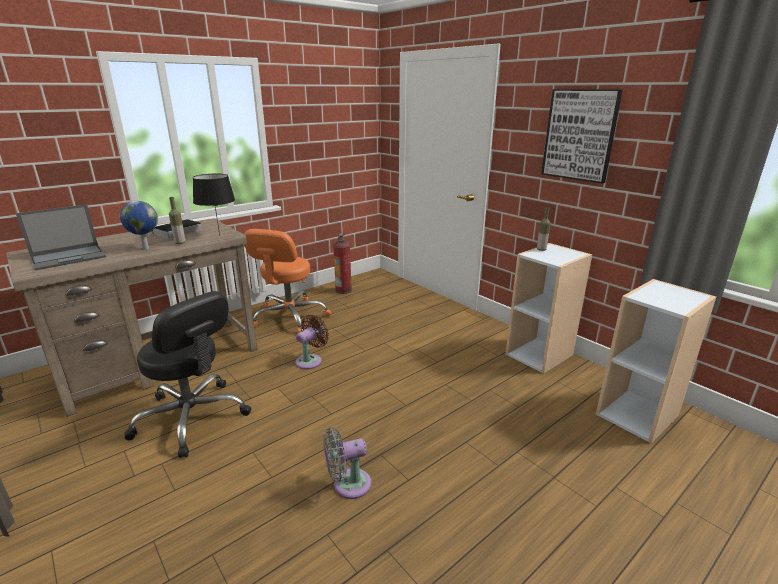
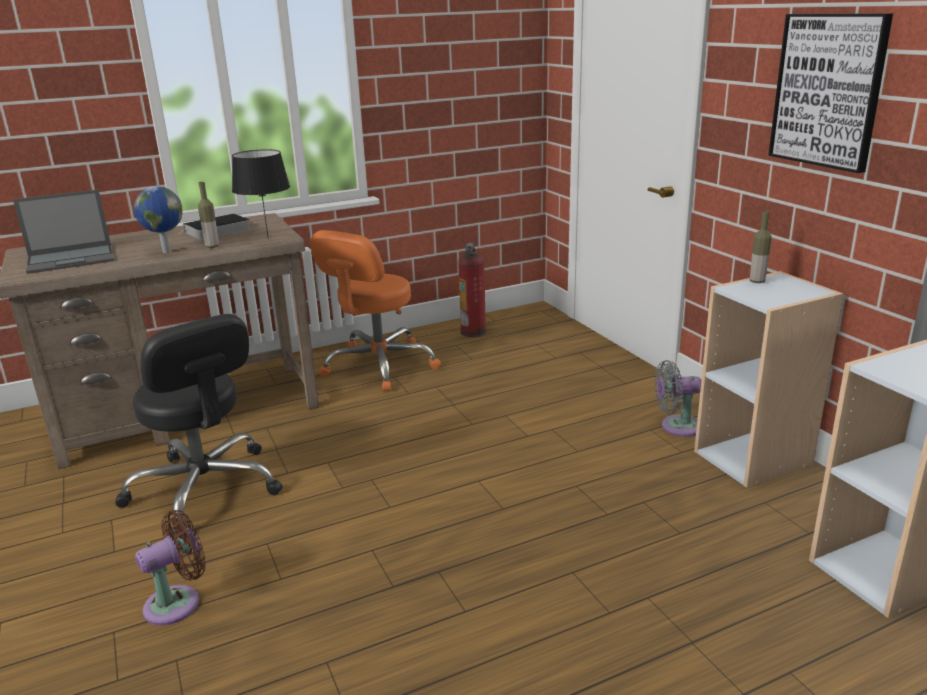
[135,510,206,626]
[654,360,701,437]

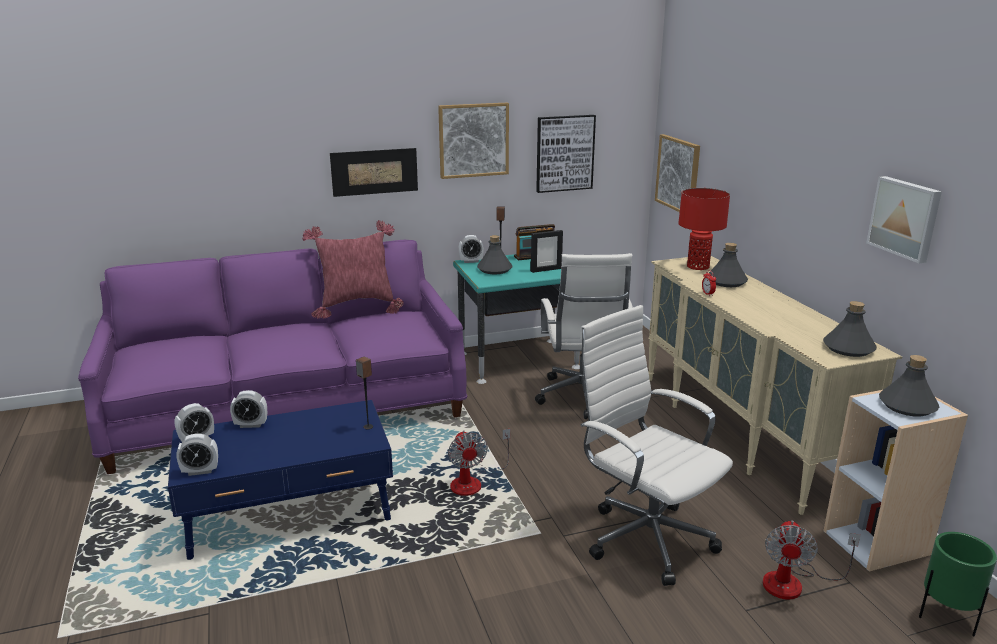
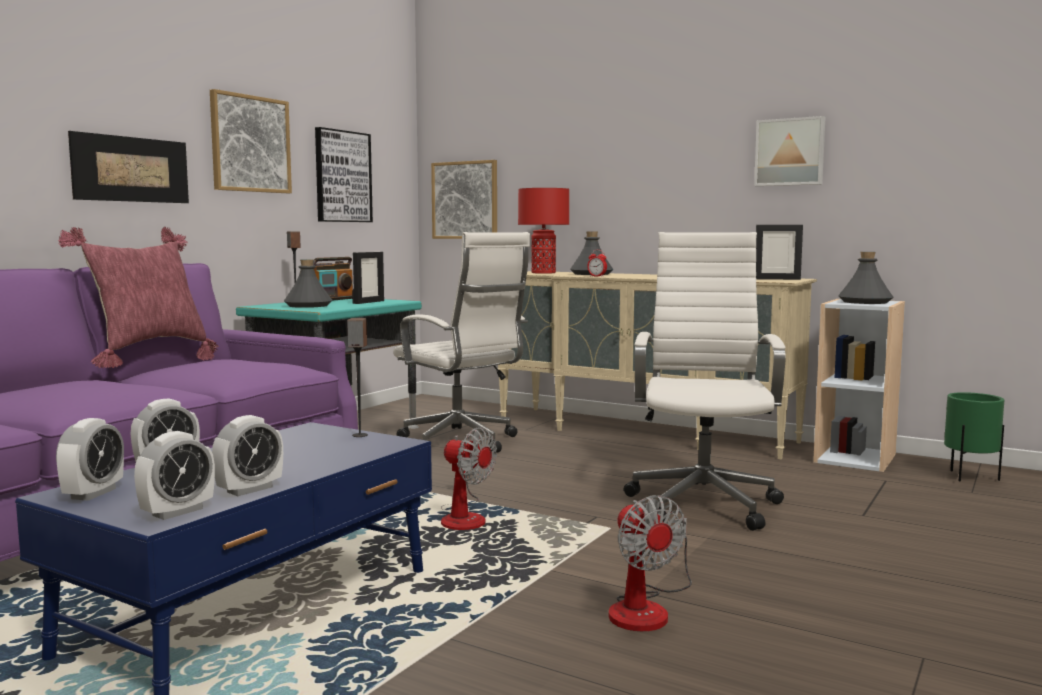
[212,415,283,496]
[609,495,692,631]
[756,225,803,280]
[623,232,786,531]

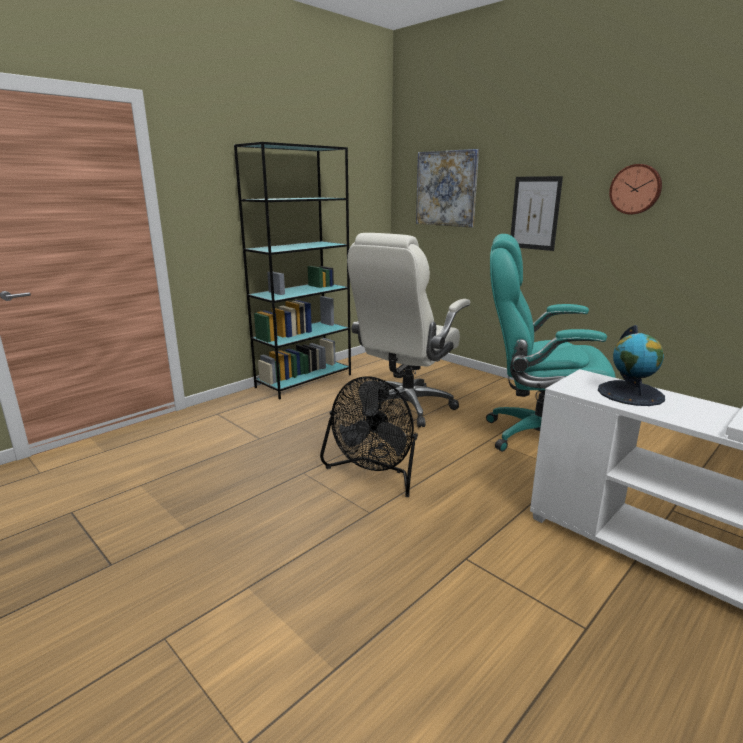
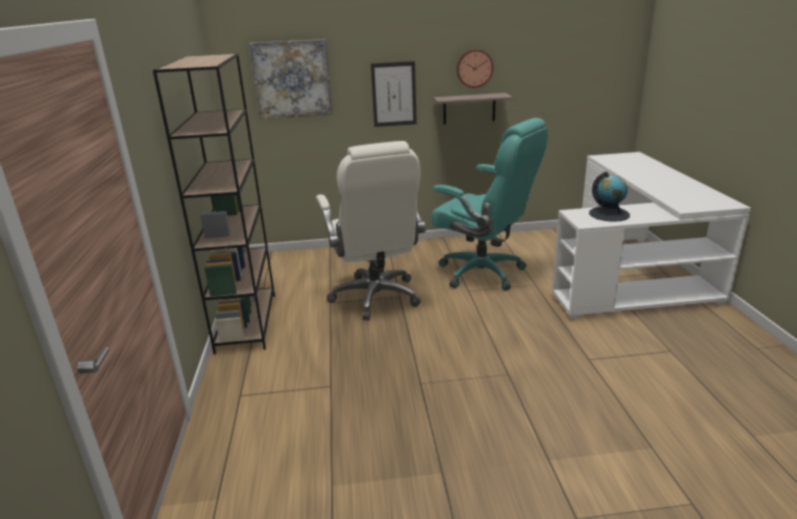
[320,376,418,497] (first image)
[433,93,512,124]
[153,53,275,355]
[431,118,548,291]

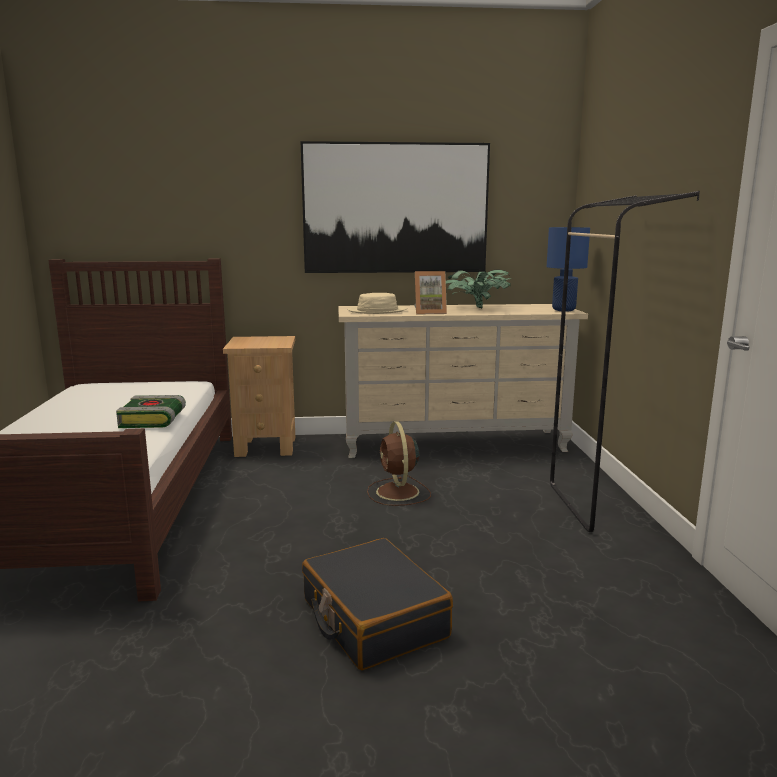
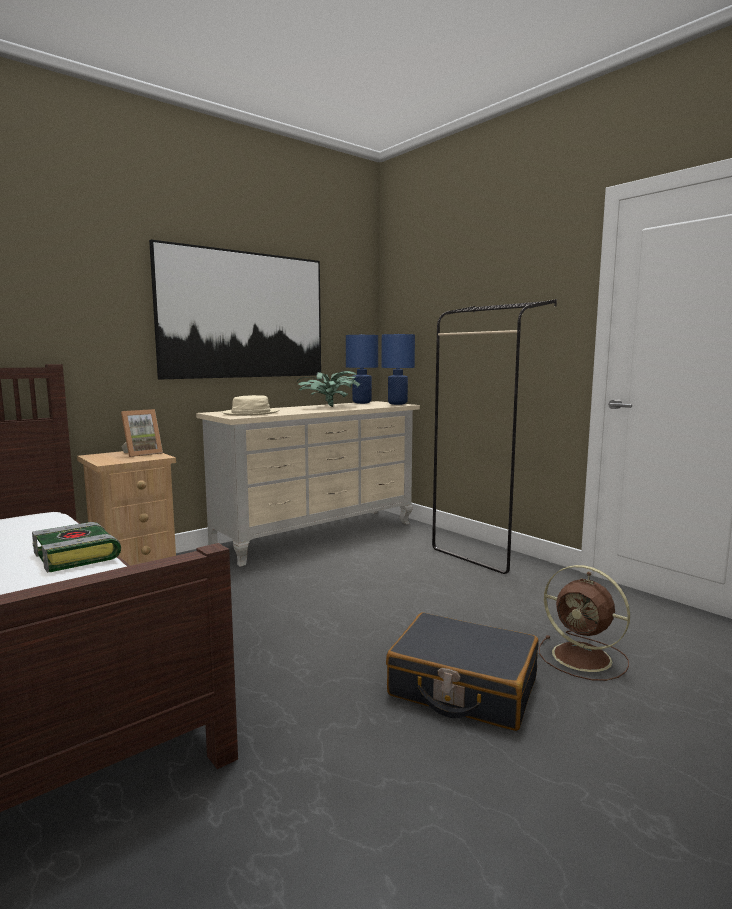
[346,334,378,404]
[539,565,630,681]
[121,409,163,457]

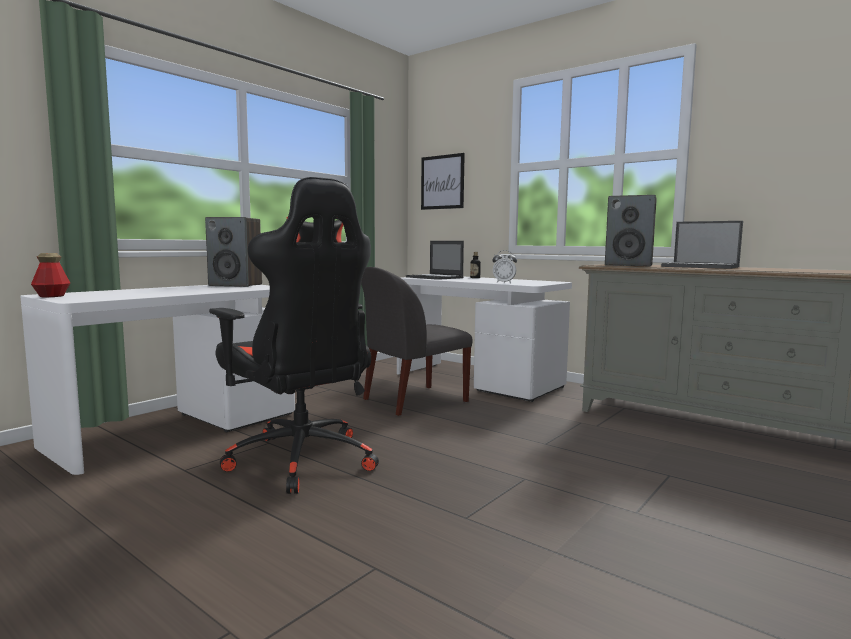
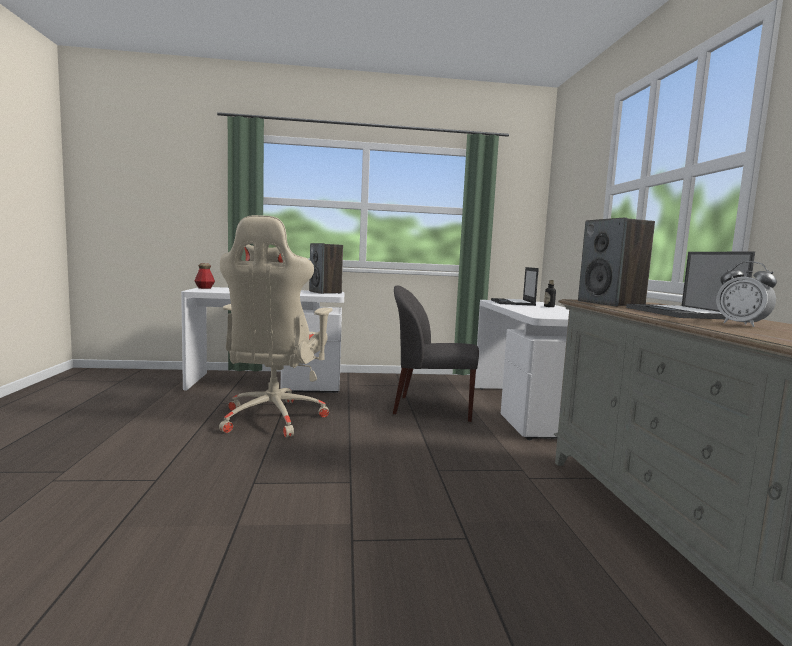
[421,153,465,210] (first image)
[716,261,777,327]
[219,215,333,437]

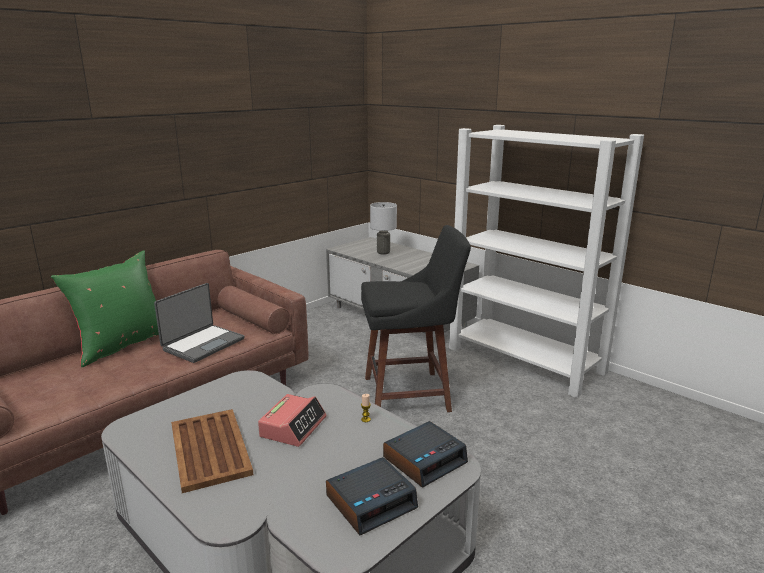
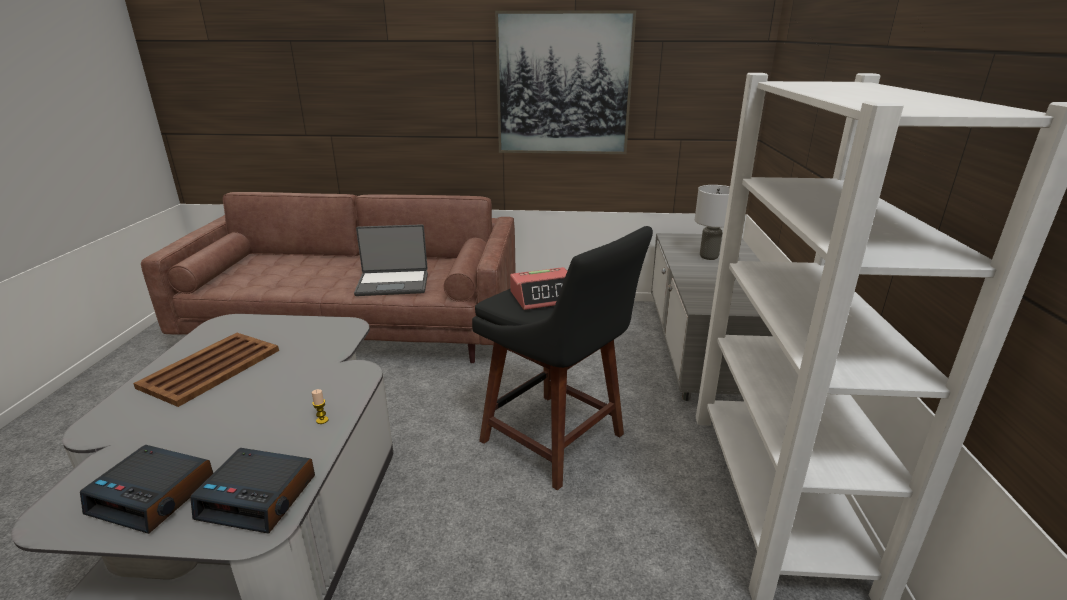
[51,250,159,367] (first image)
[495,10,636,154]
[510,267,567,310]

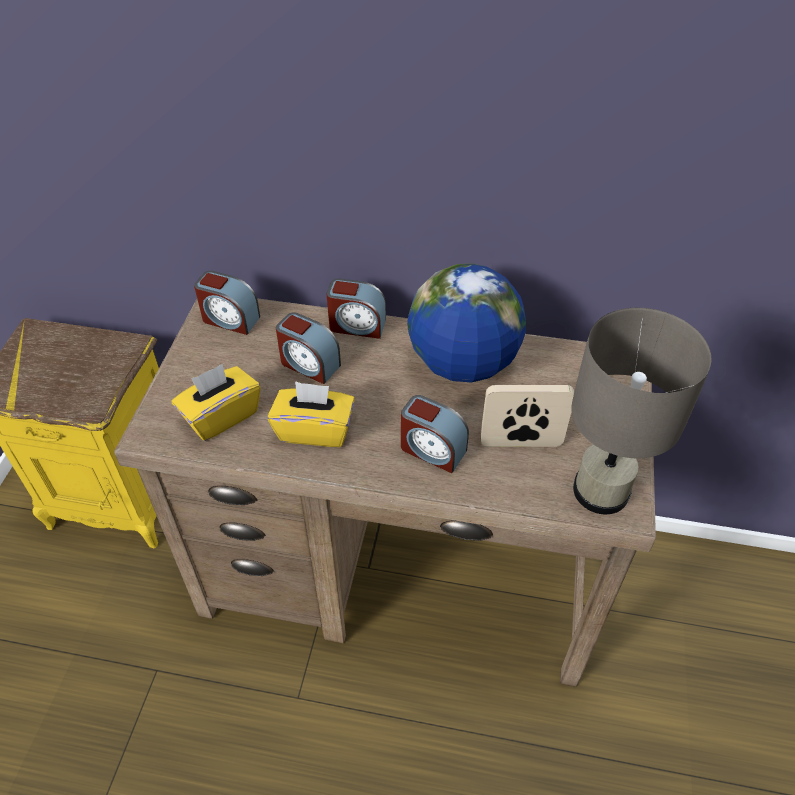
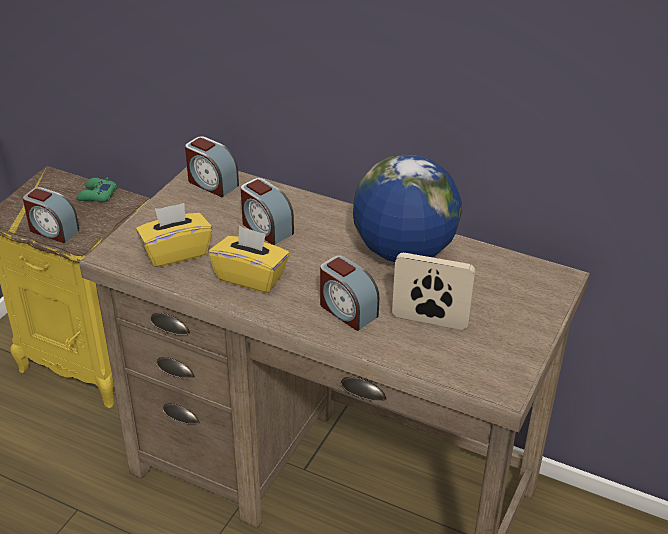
[571,308,712,514] (first image)
[77,177,117,202]
[23,187,79,243]

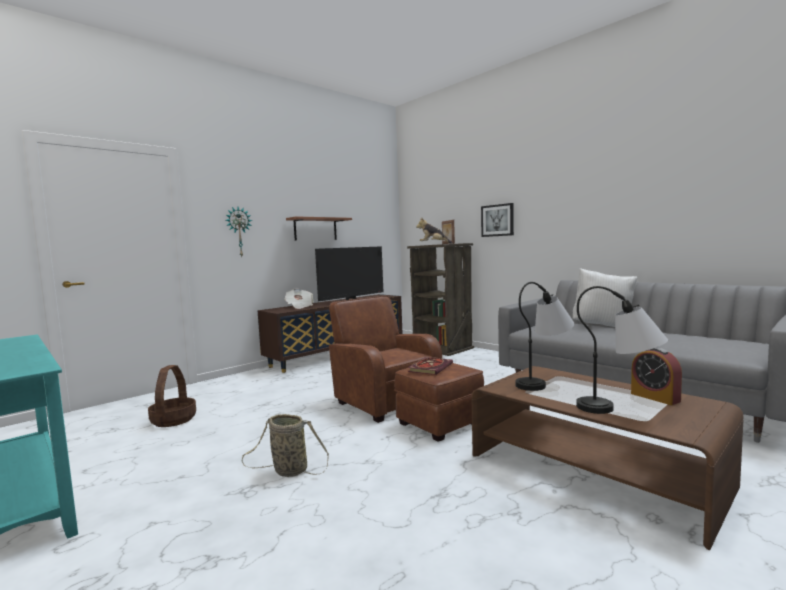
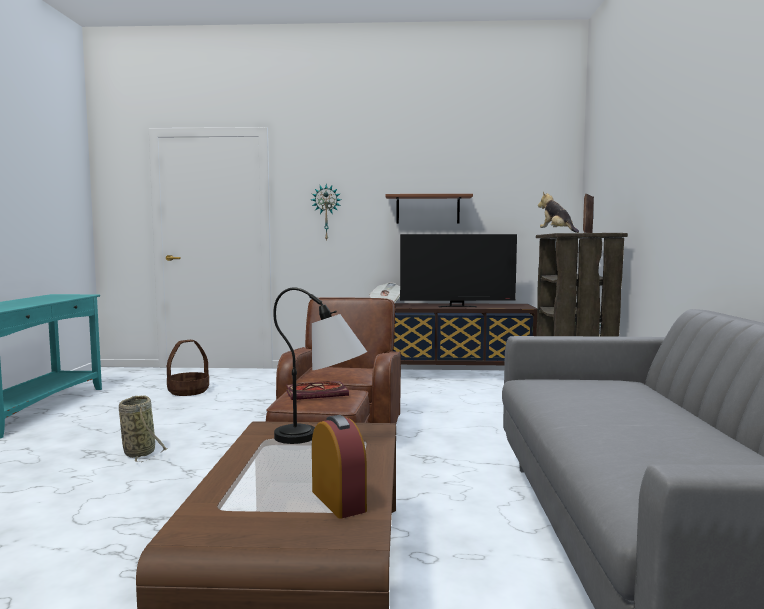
[481,203,514,237] (first image)
[573,268,637,327] (first image)
[576,286,668,414] (first image)
[312,415,367,519]

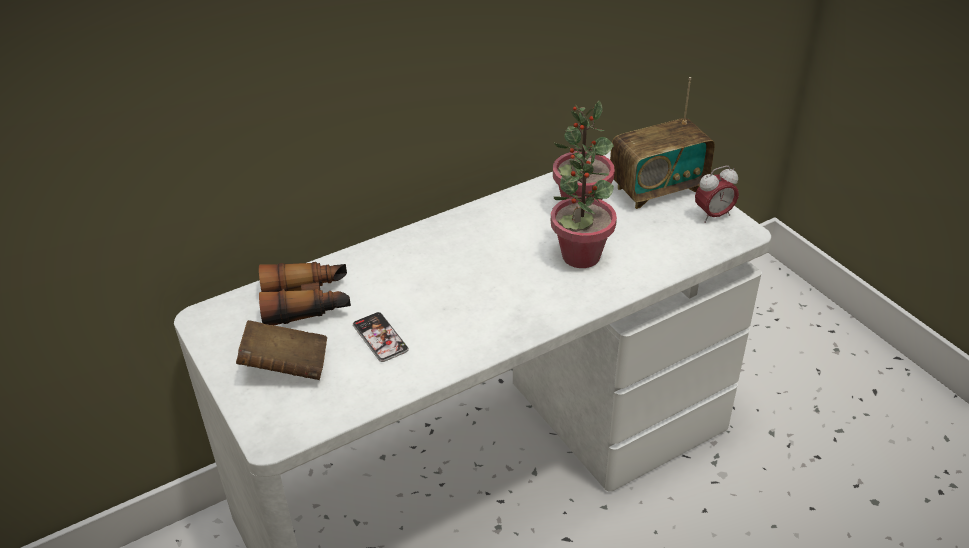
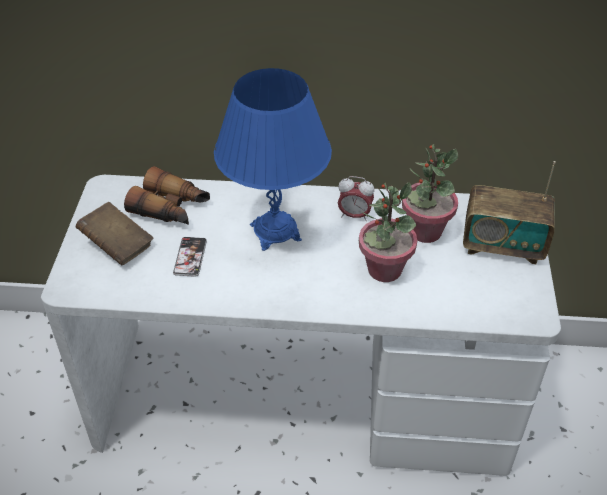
[214,68,332,251]
[338,176,374,221]

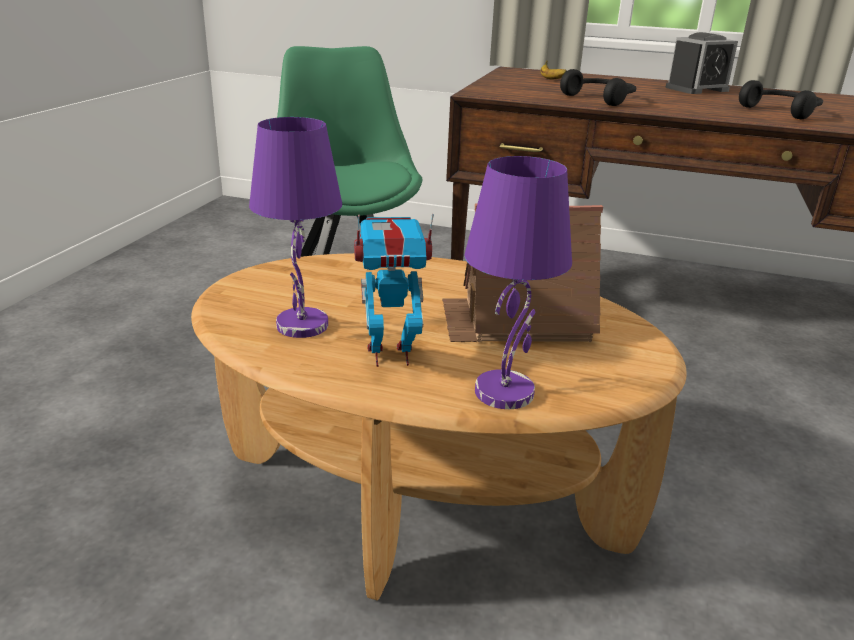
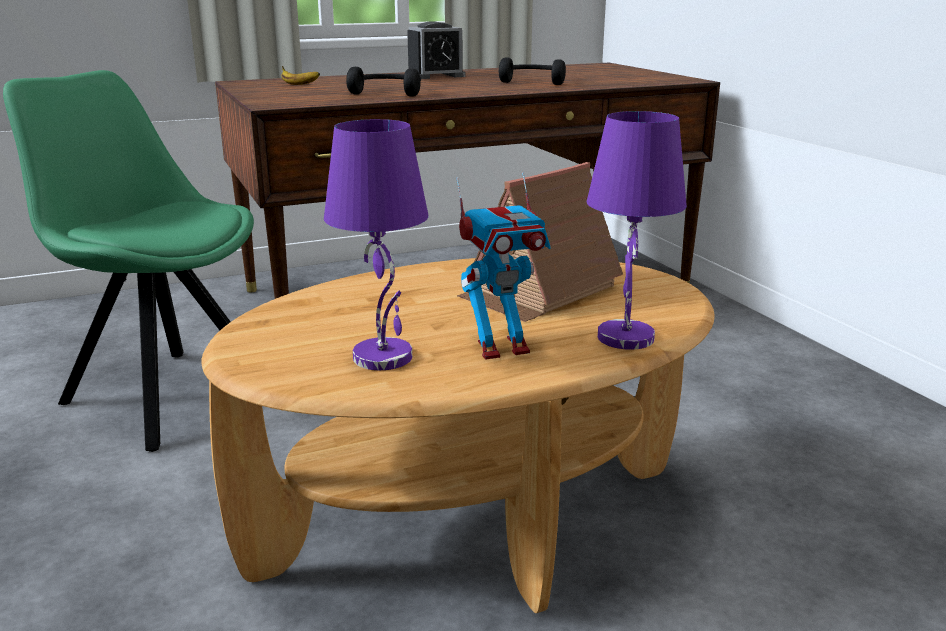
[457,172,551,360]
[407,21,466,79]

